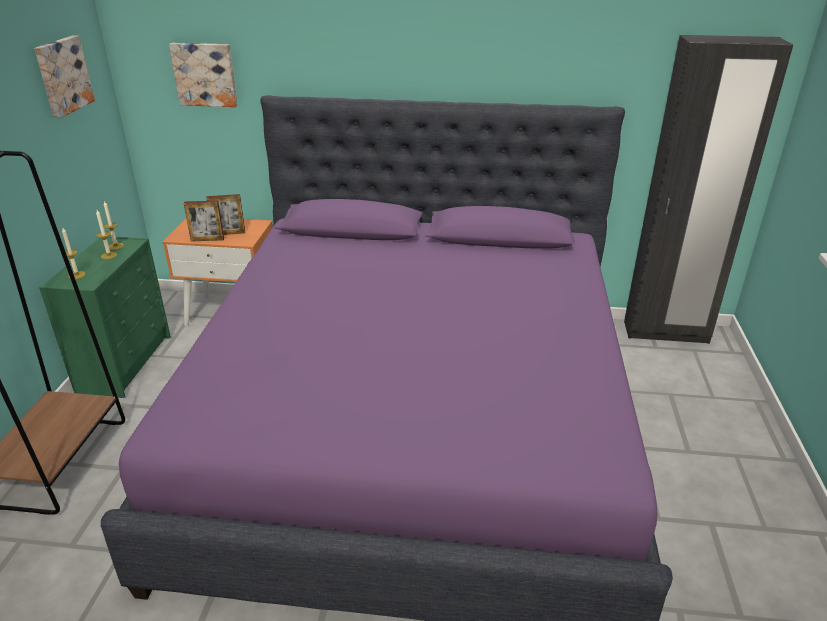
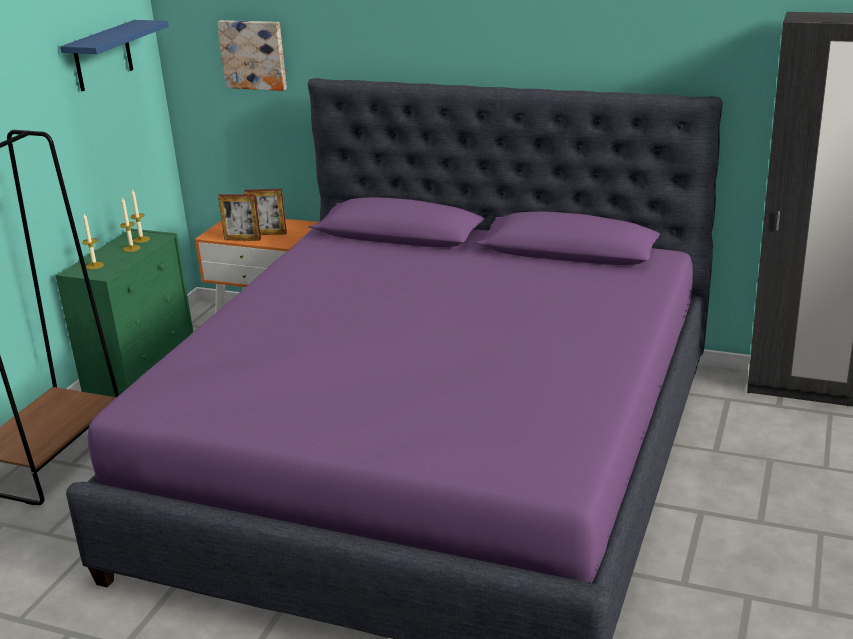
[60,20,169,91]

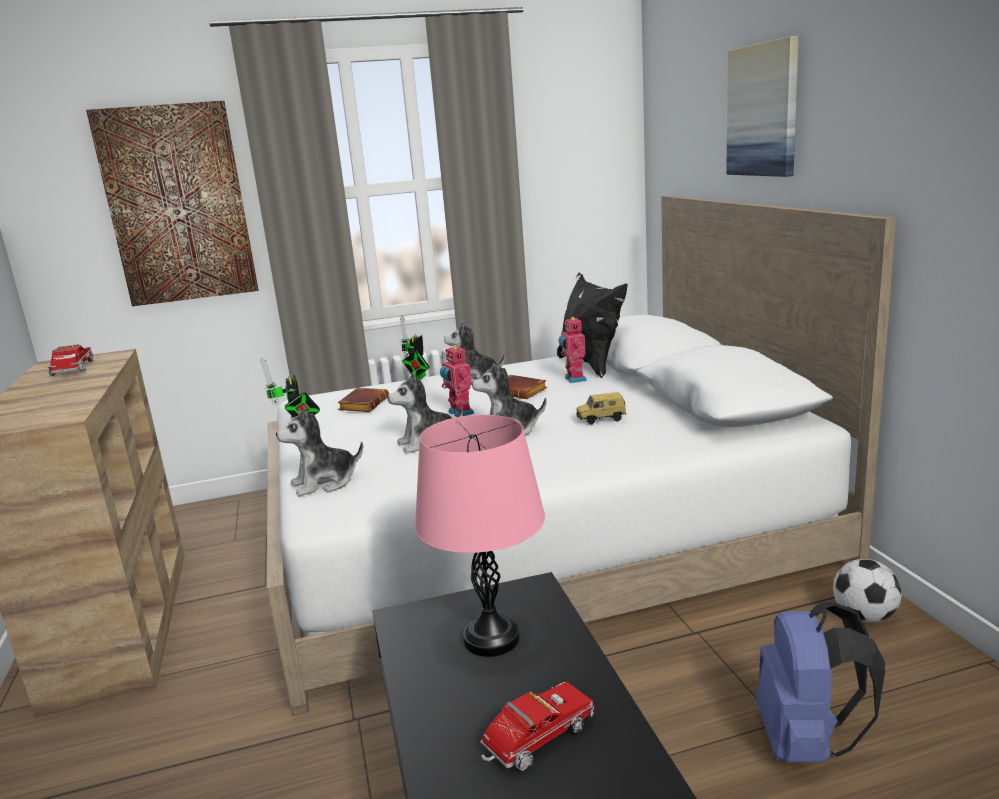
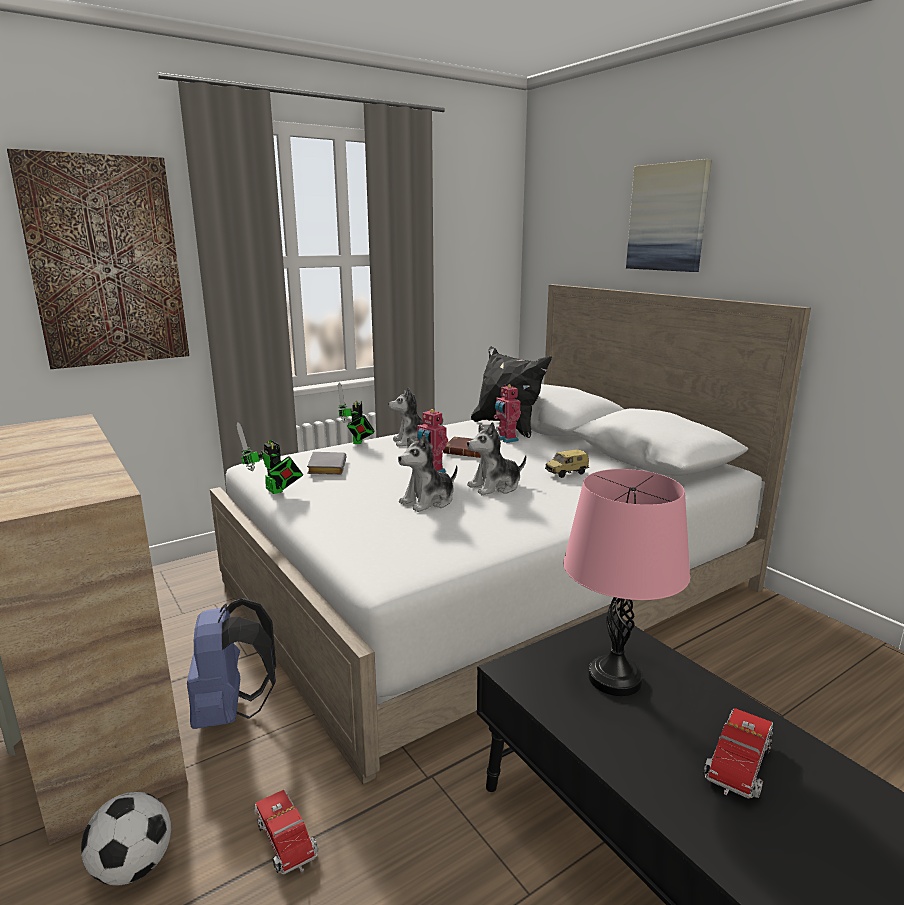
[276,406,363,496] (first image)
[254,790,318,874]
[187,598,276,729]
[81,792,171,886]
[307,452,346,475]

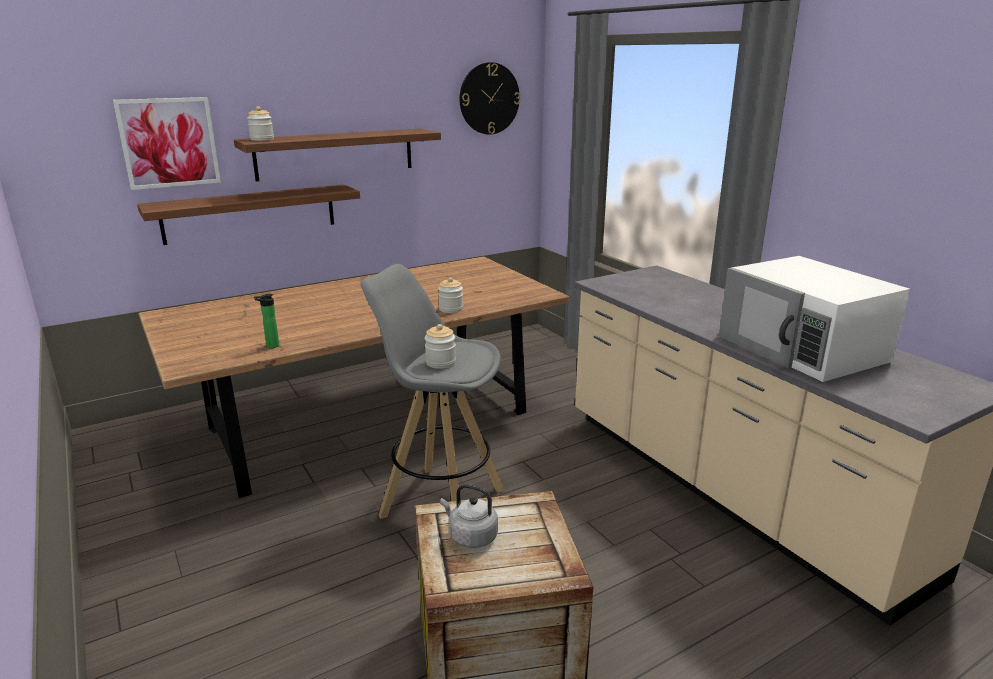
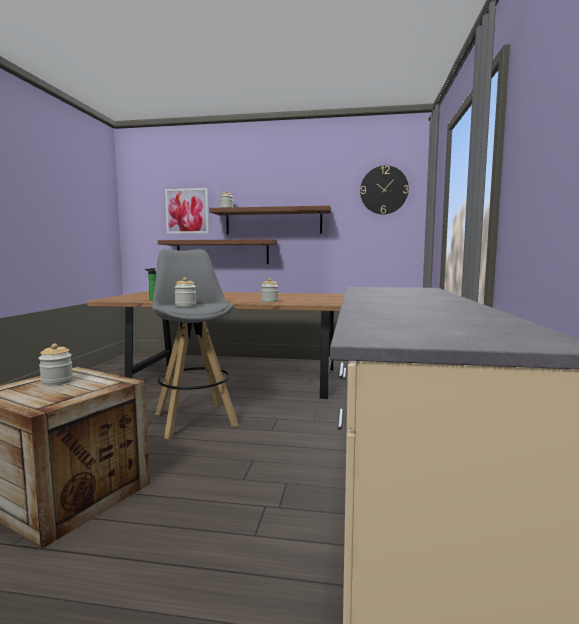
[719,256,910,382] (first image)
[38,343,73,386]

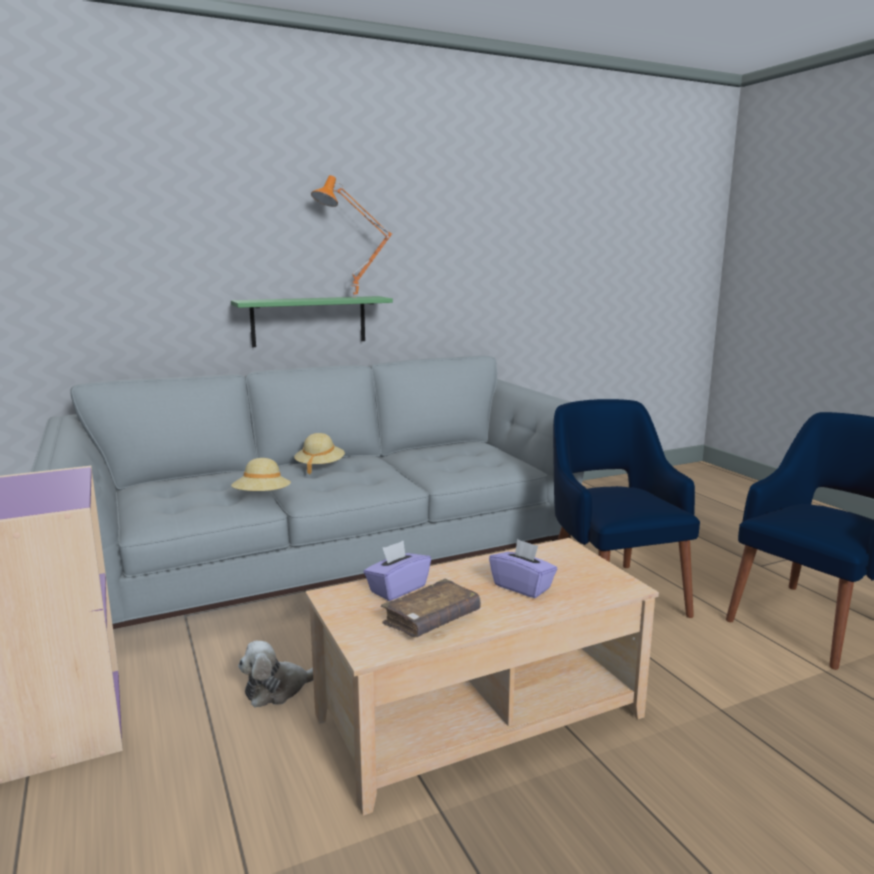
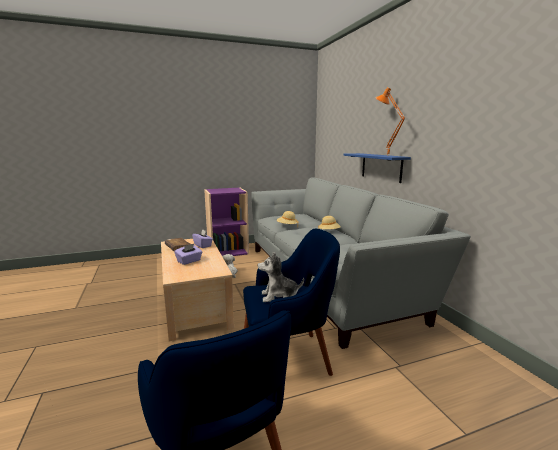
[257,252,304,302]
[343,153,411,183]

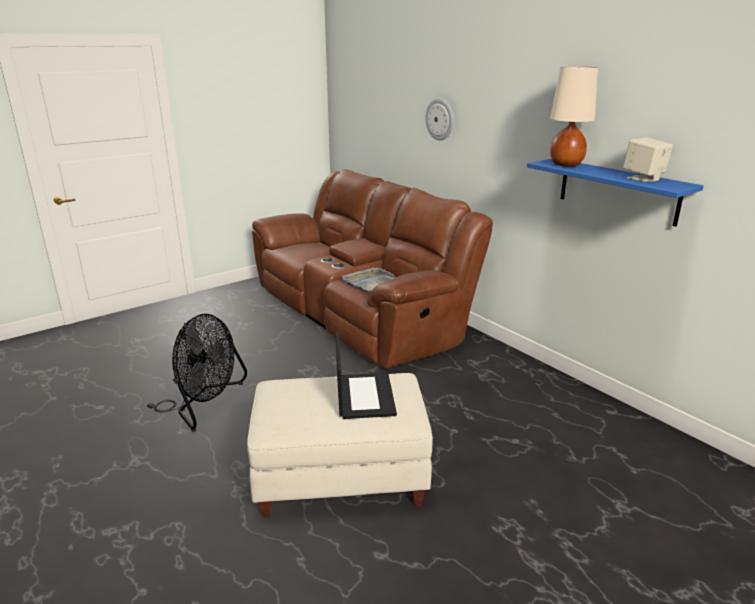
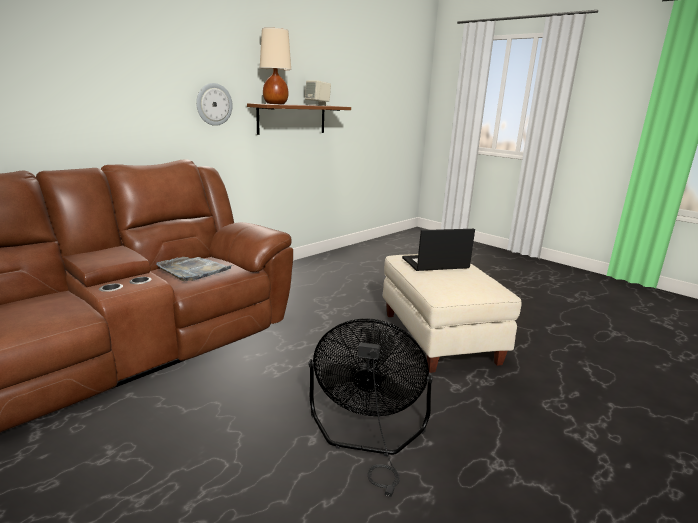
[196,83,233,126]
[247,103,351,135]

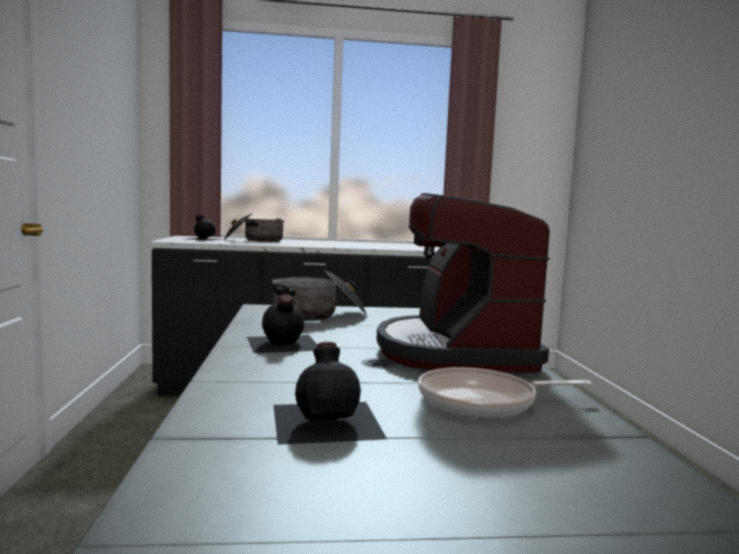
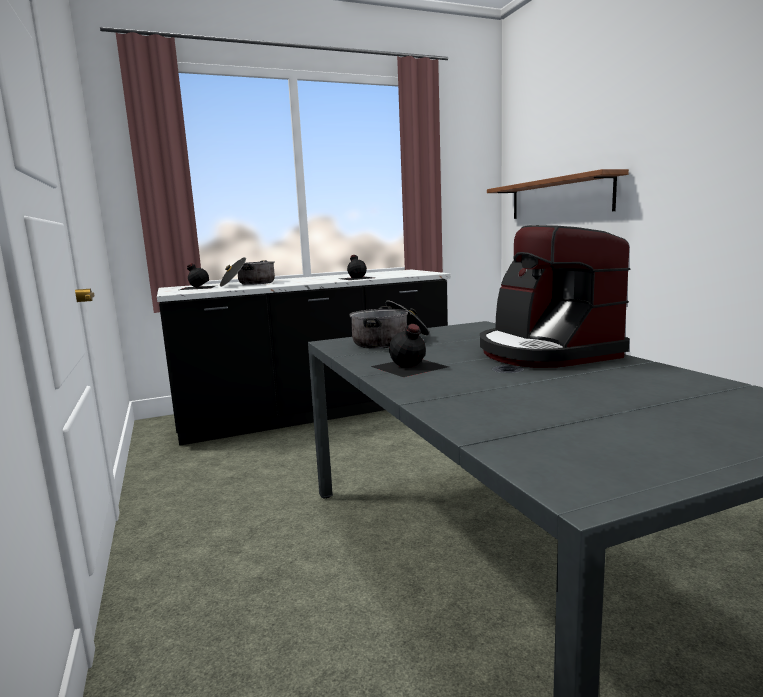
[418,367,591,418] (first image)
[487,169,629,219]
[340,255,373,280]

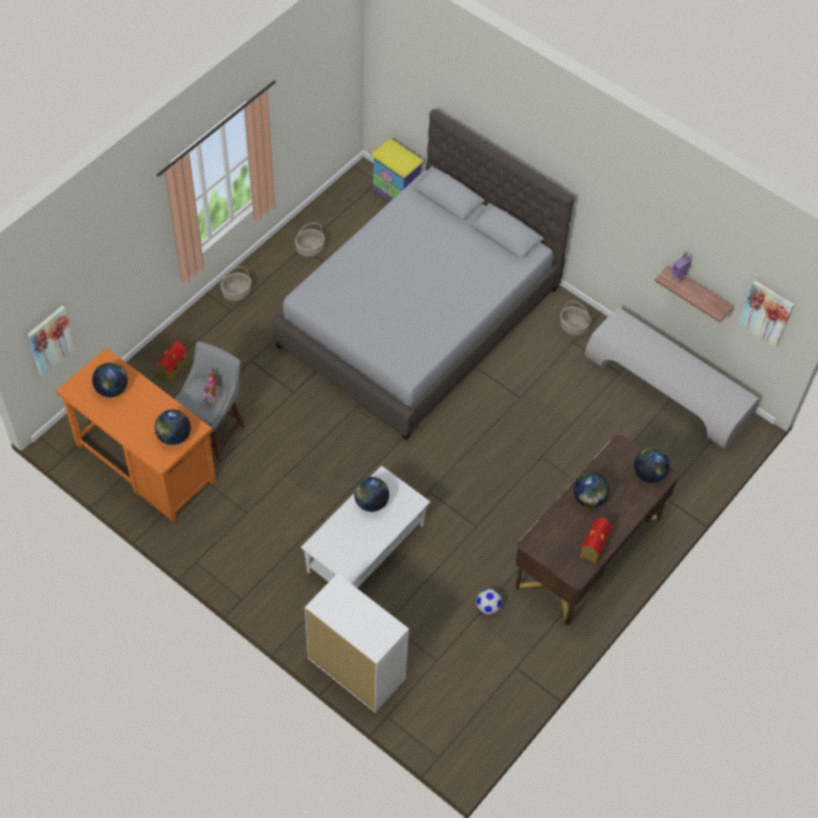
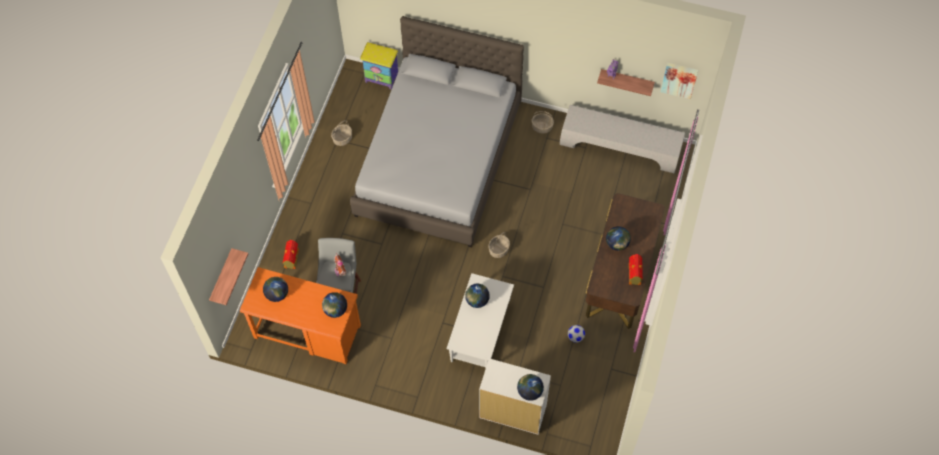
[488,232,510,258]
[517,374,544,401]
[209,248,249,305]

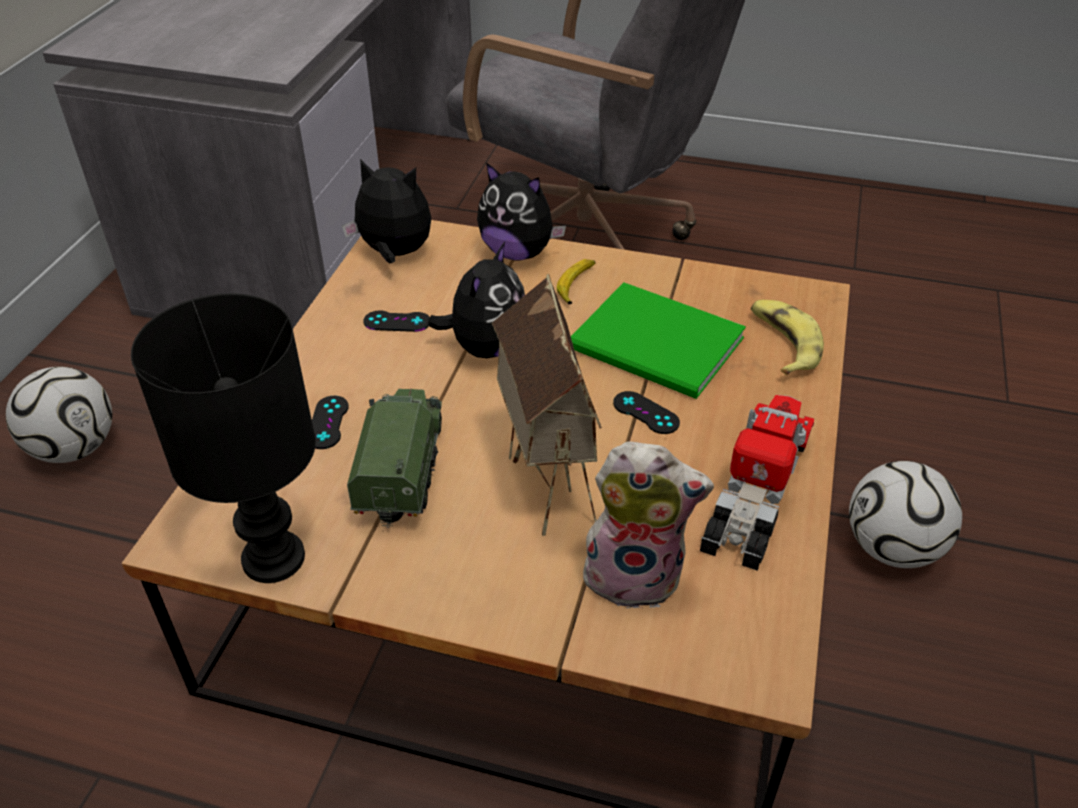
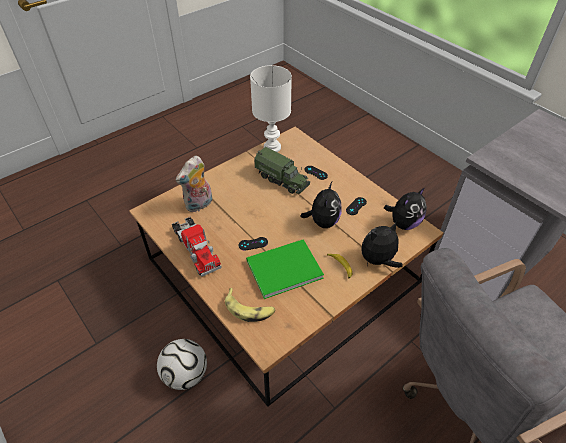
[6,367,112,463] (first image)
[492,273,602,536] (first image)
[250,65,292,152]
[300,182,341,228]

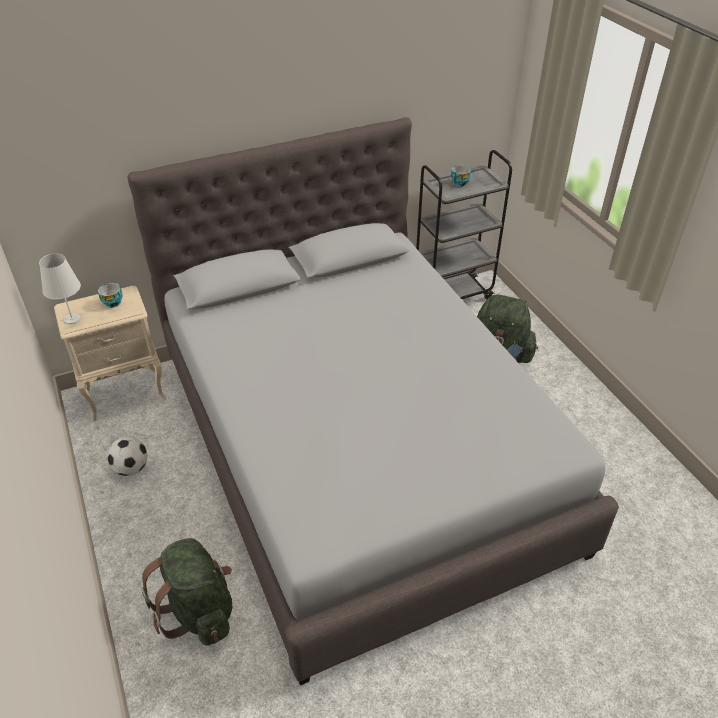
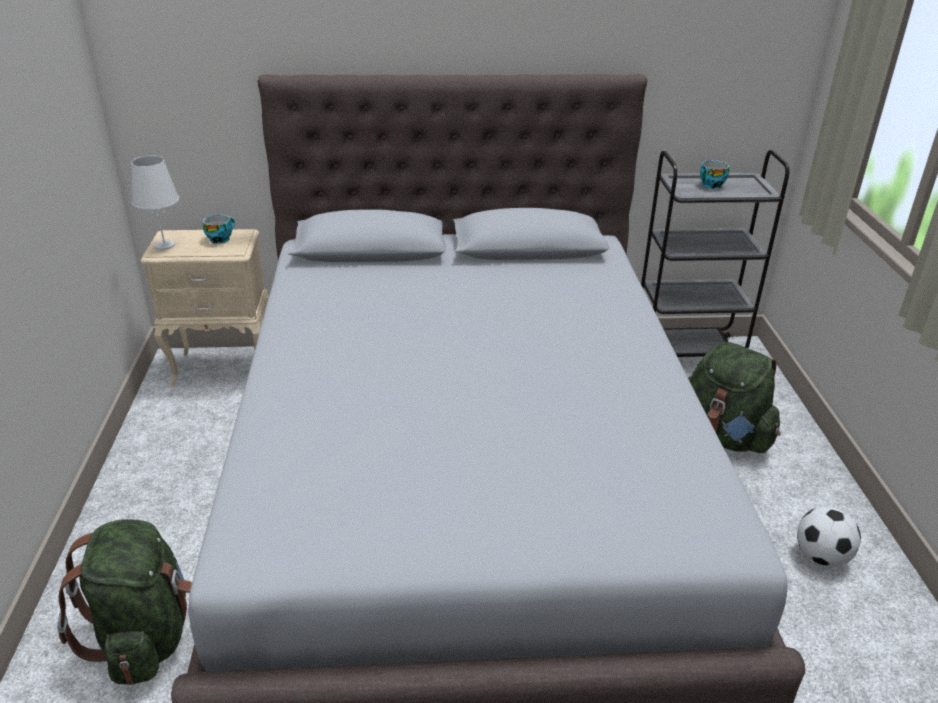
[797,507,861,566]

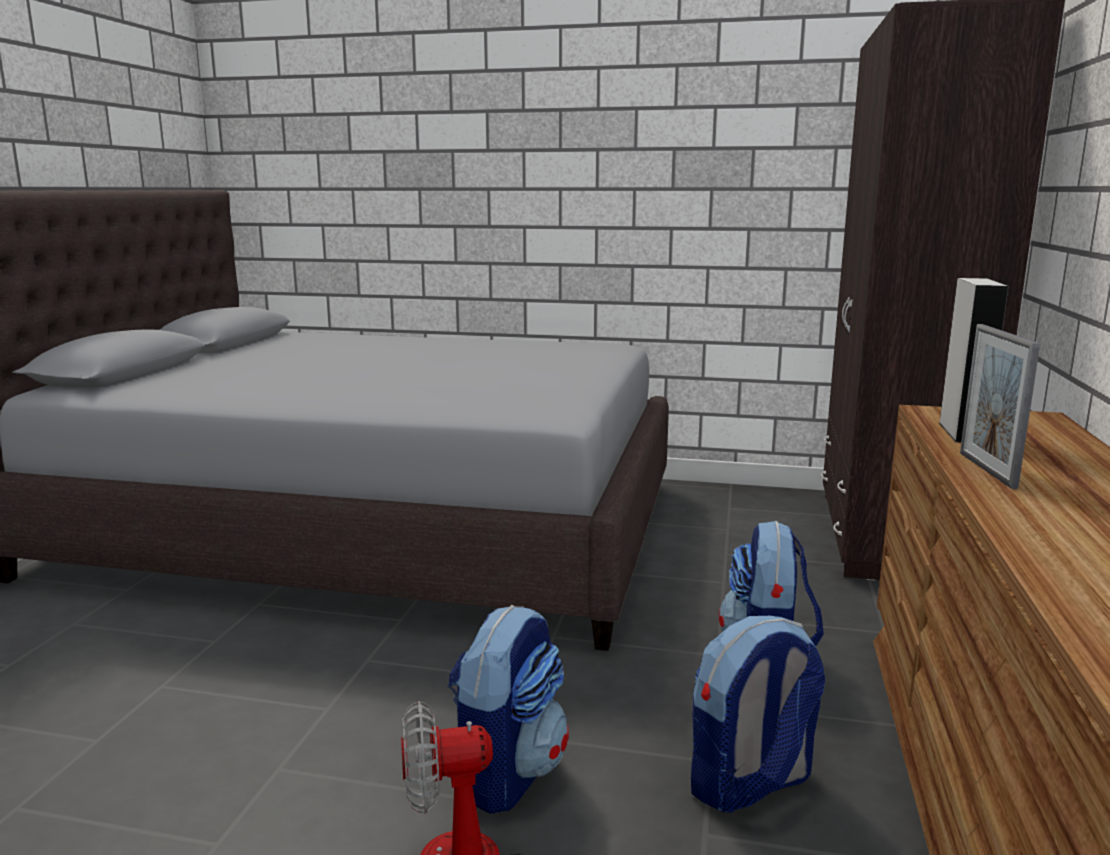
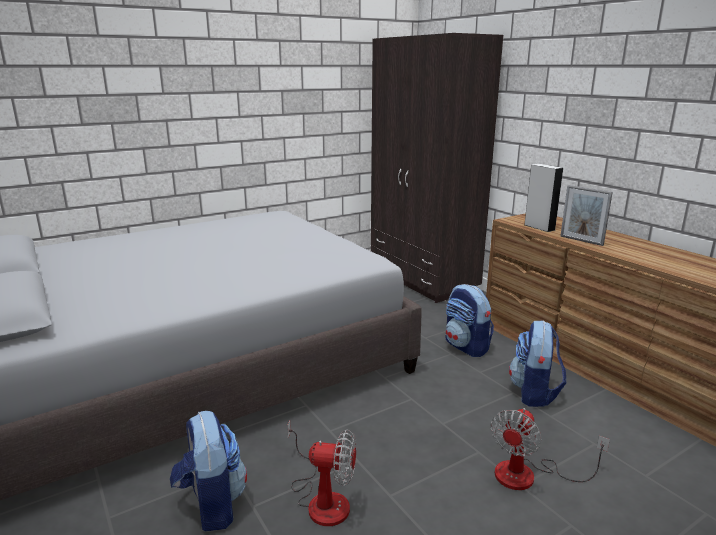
[287,421,357,526]
[170,411,247,531]

